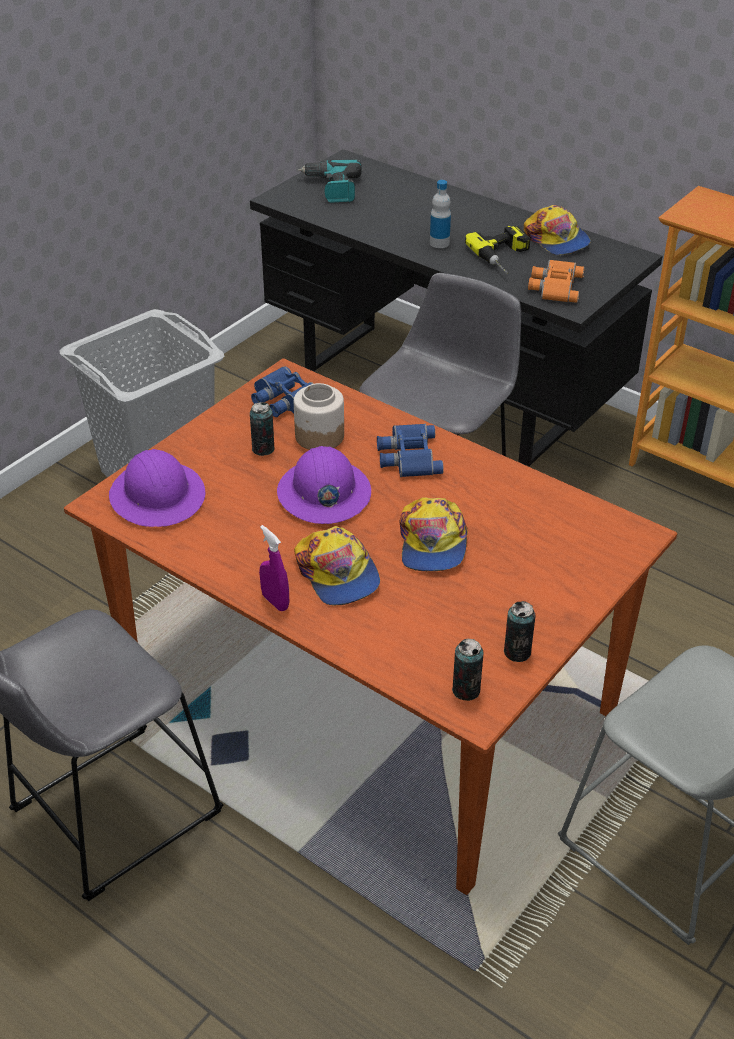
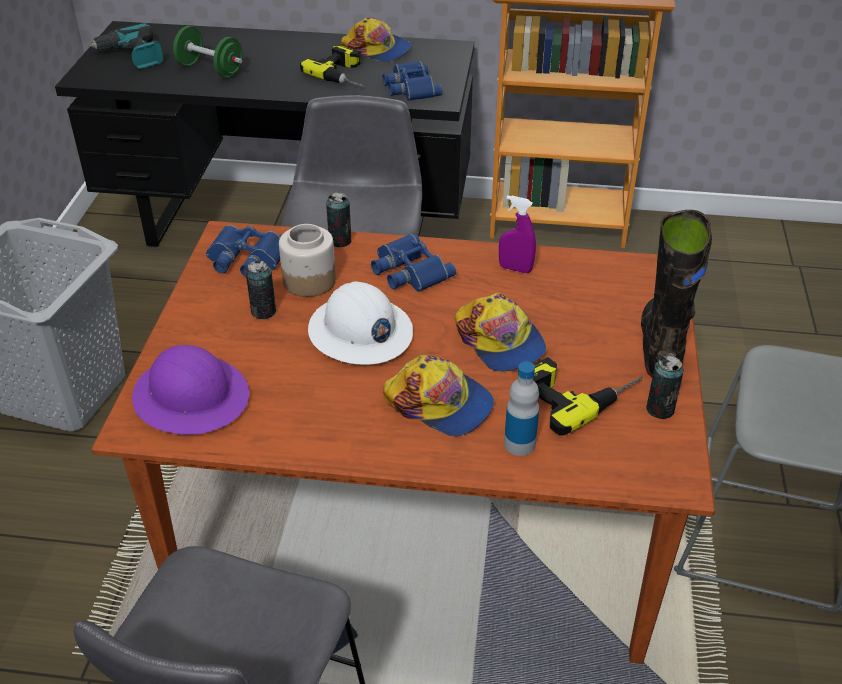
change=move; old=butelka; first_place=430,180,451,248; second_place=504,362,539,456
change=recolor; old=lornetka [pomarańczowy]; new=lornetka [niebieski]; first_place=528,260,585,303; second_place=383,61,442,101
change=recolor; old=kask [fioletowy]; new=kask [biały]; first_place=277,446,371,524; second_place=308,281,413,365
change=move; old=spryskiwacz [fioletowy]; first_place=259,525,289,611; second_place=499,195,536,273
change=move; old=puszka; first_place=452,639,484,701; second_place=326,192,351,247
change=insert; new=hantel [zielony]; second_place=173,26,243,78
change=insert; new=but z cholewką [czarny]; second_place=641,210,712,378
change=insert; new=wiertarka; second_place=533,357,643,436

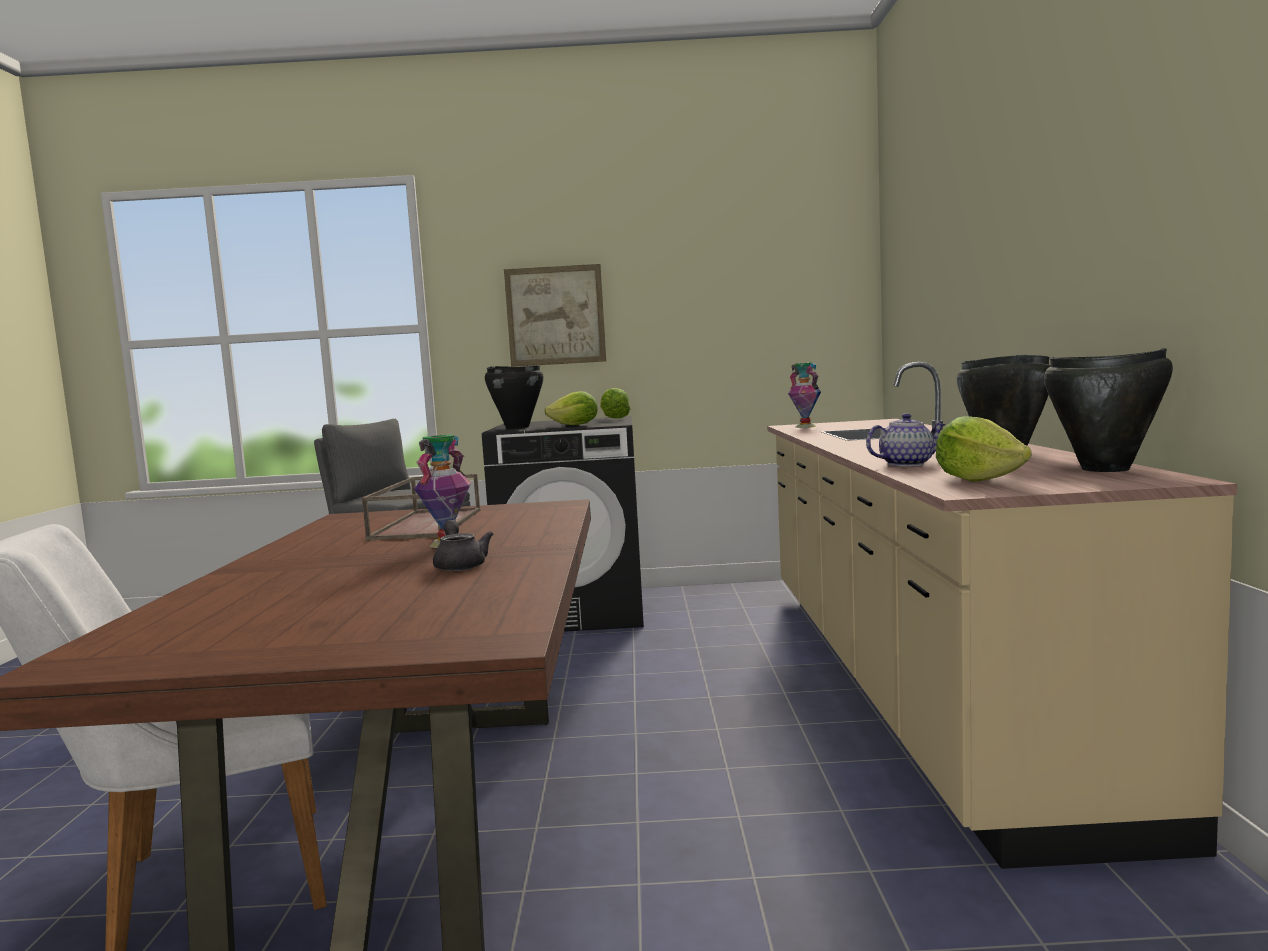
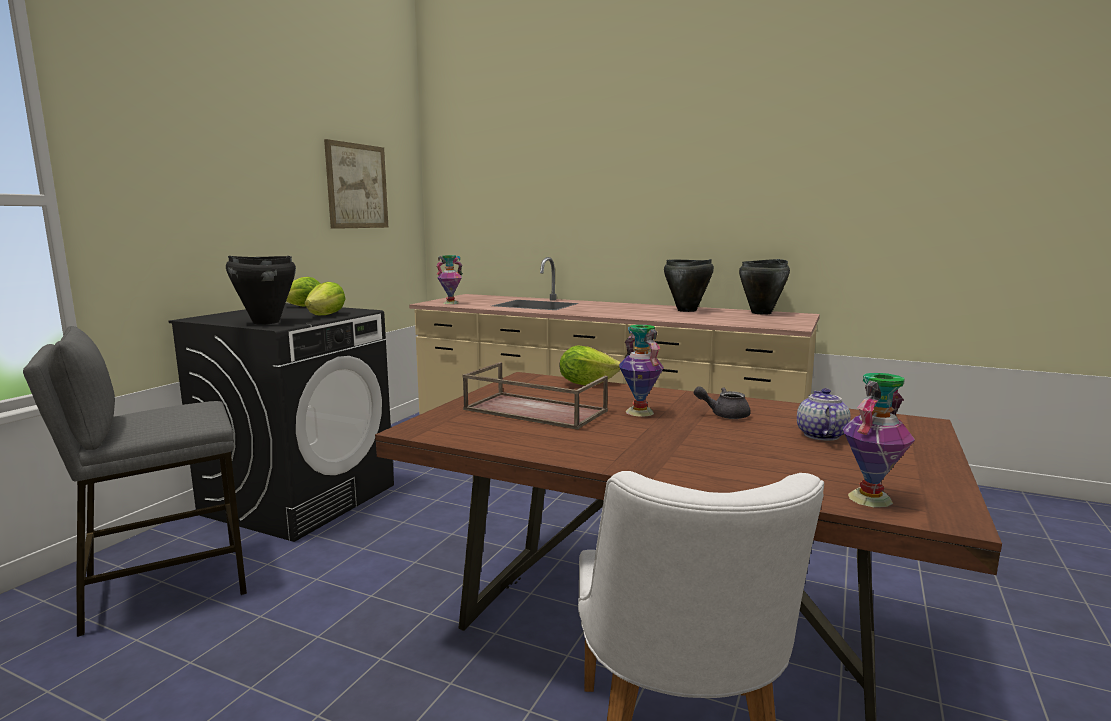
change=move; old=obraz; first_place=504,264,606,367; second_place=324,139,388,229
change=move; old=imbryk; first_place=866,413,945,467; second_place=797,388,851,441
change=move; old=sałata; first_place=936,416,1031,482; second_place=560,345,620,385
change=insert; new=wazon; second_place=842,373,915,508

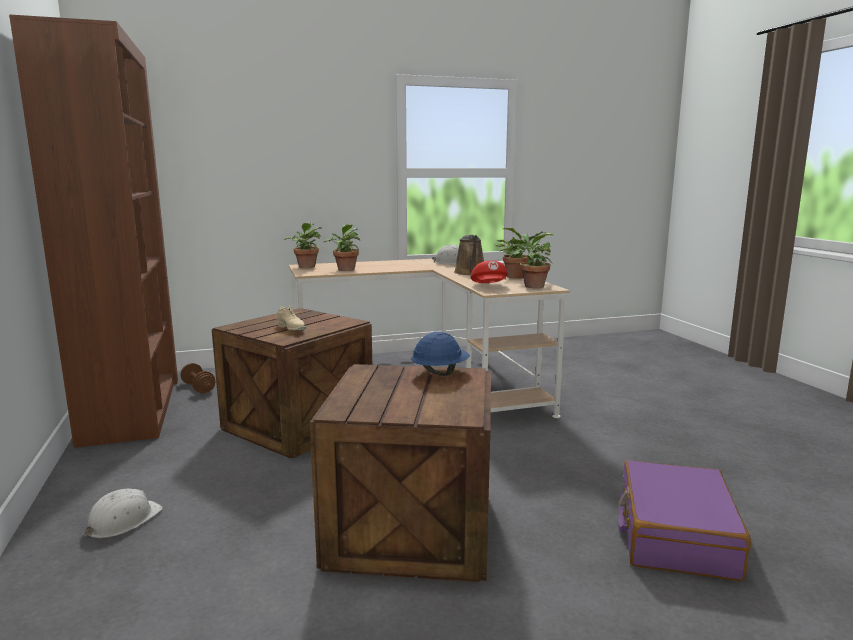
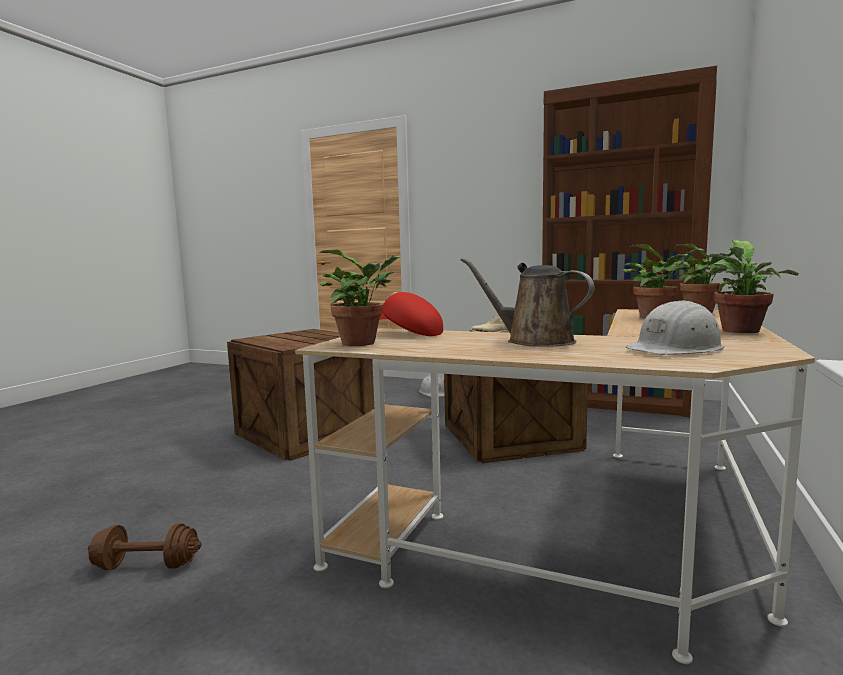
change=move; old=roślina doniczkowa; first_place=496,228,546,279; second_place=708,240,799,333
change=delete; old=kask [niebieski]; first_place=411,331,470,376
change=move; old=hantel [brązowy]; first_place=180,363,215,393; second_place=88,524,202,570
change=delete; old=walizka [fioletowy]; first_place=619,460,751,581

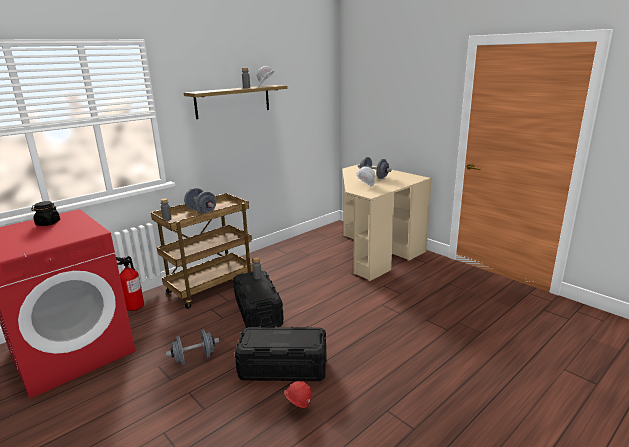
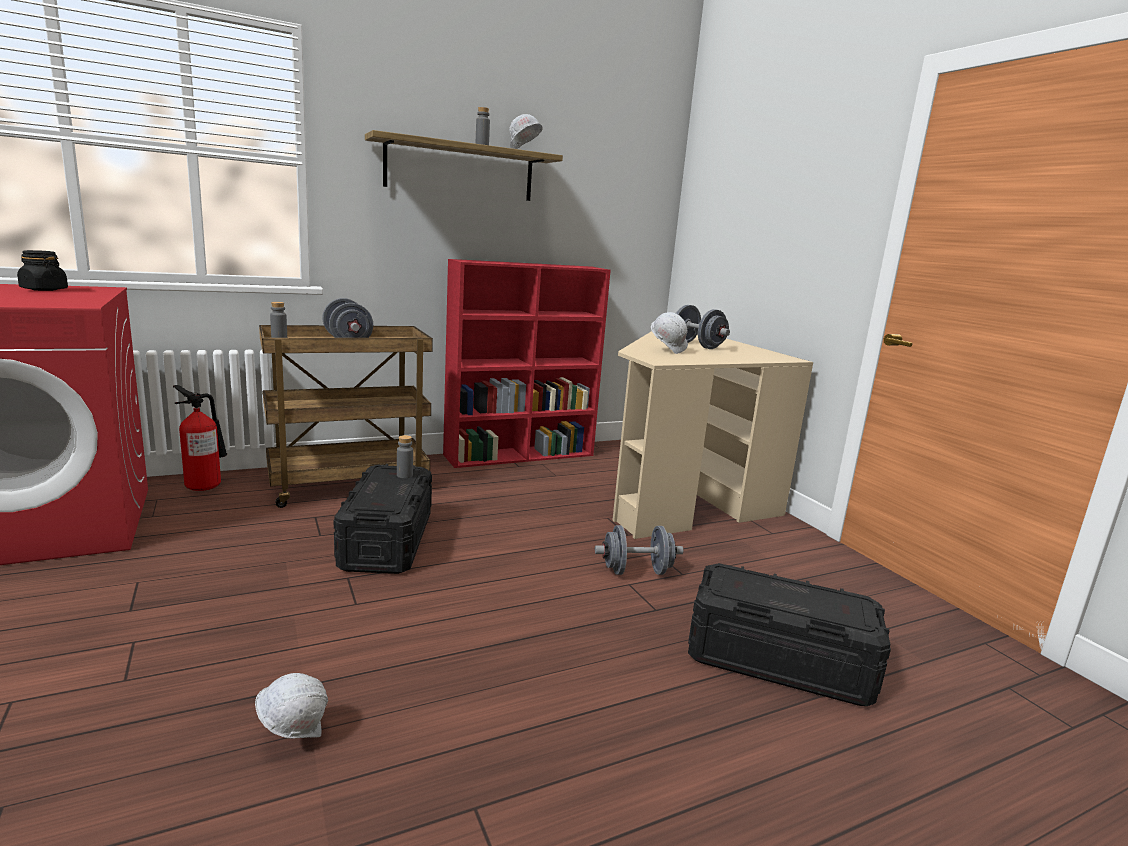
change=move; old=pojemnik do przechowywania [czarny]; first_place=235,326,327,381; second_place=688,563,891,706
change=move; old=hantel [szary]; first_place=166,329,219,365; second_place=595,525,683,575
change=recolor; old=kask [czerwony]; new=kask [biały]; first_place=284,381,312,408; second_place=255,673,328,739
change=insert; new=regał [czerwony]; second_place=443,259,611,468

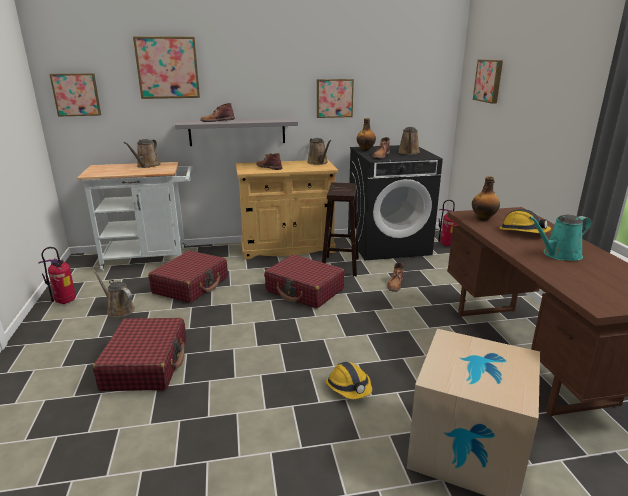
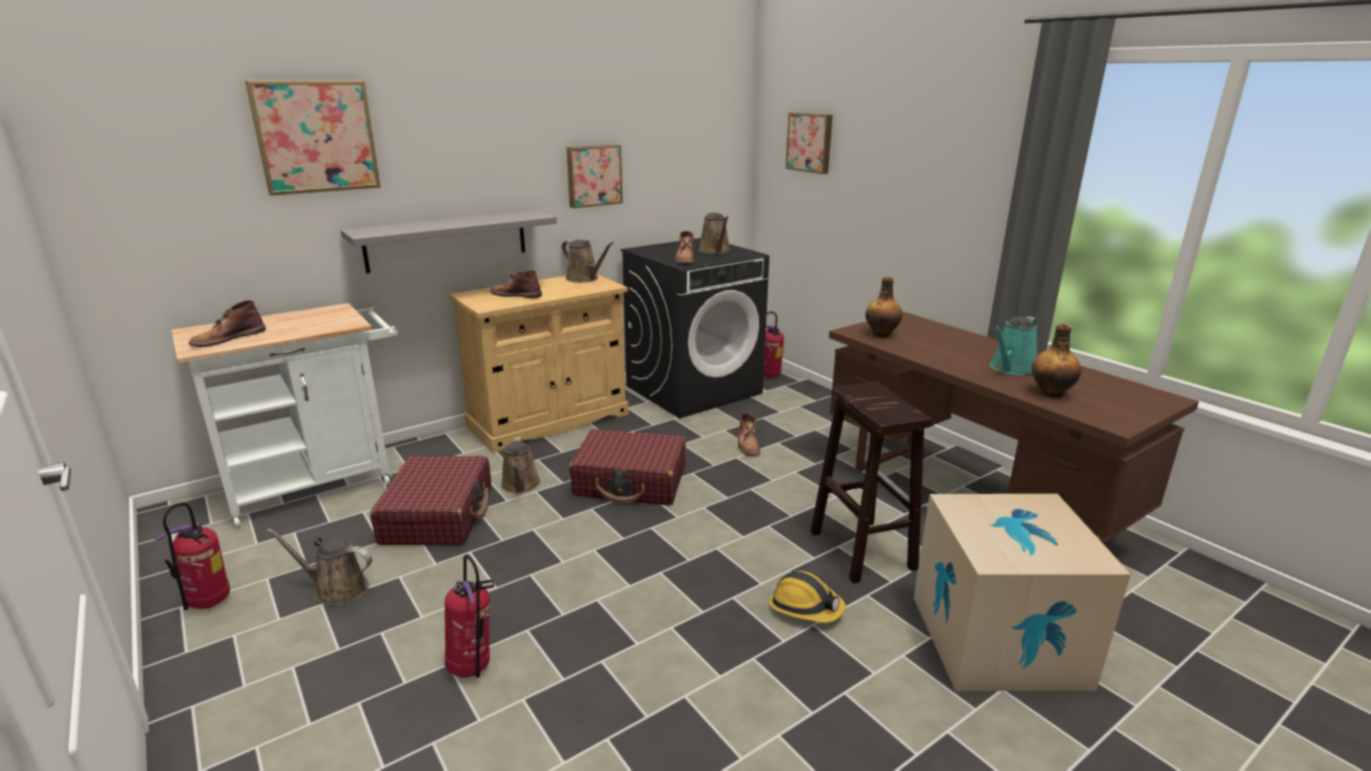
change=delete; old=obraz; first_place=49,73,101,117
change=move; old=but z cholewką [brązowy]; first_place=200,103,235,122; second_place=189,300,266,347
change=move; old=butelka; first_place=357,118,376,151; second_place=1031,324,1081,397
change=move; old=konewka [brązowy]; first_place=123,139,160,168; second_place=501,437,541,493
change=move; old=stołek [brązowy]; first_place=322,183,359,276; second_place=810,382,932,584
change=delete; old=kask; first_place=499,209,551,233
change=replace; old=walizka [czerwony]; new=gaśnica; first_place=93,318,186,391; second_place=445,554,494,678

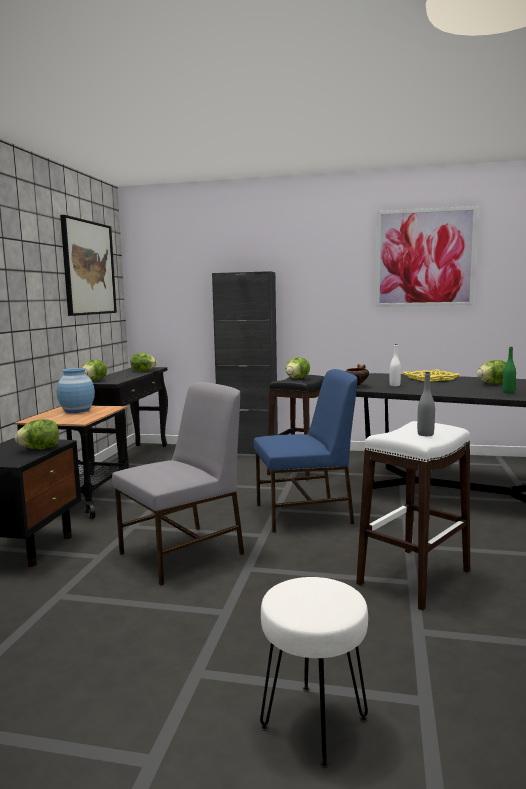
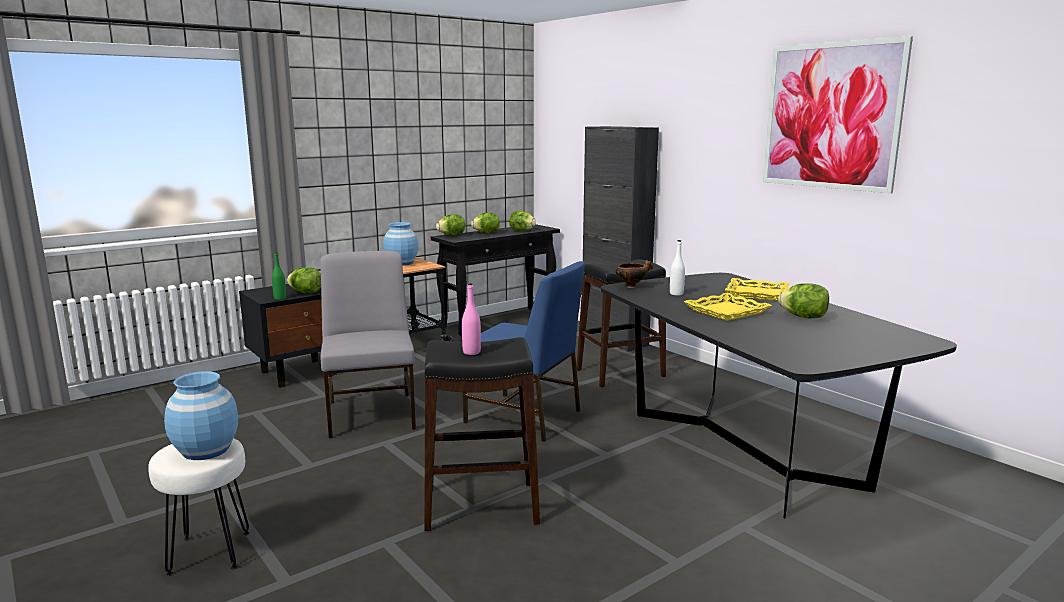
change=delete; old=obraz; first_place=60,215,117,316
change=move; old=butelka [zielony]; first_place=502,347,516,393; second_place=272,252,286,300
change=move; old=sałata; first_place=286,357,310,379; second_place=471,212,500,233
change=recolor; old=butelka [szary]; new=butelka [różowy]; first_place=417,372,435,436; second_place=462,283,481,355
change=rotate; old=krzesło [szary]; first_place=112,382,244,585; second_place=320,251,416,438; degrees=-105
change=recolor; old=stołek [biały]; new=stołek [czarny]; first_place=356,421,470,611; second_place=424,337,540,531
change=insert; new=taca [żółty]; second_place=684,293,772,321
change=insert; new=wazon [niebieski]; second_place=164,371,238,460

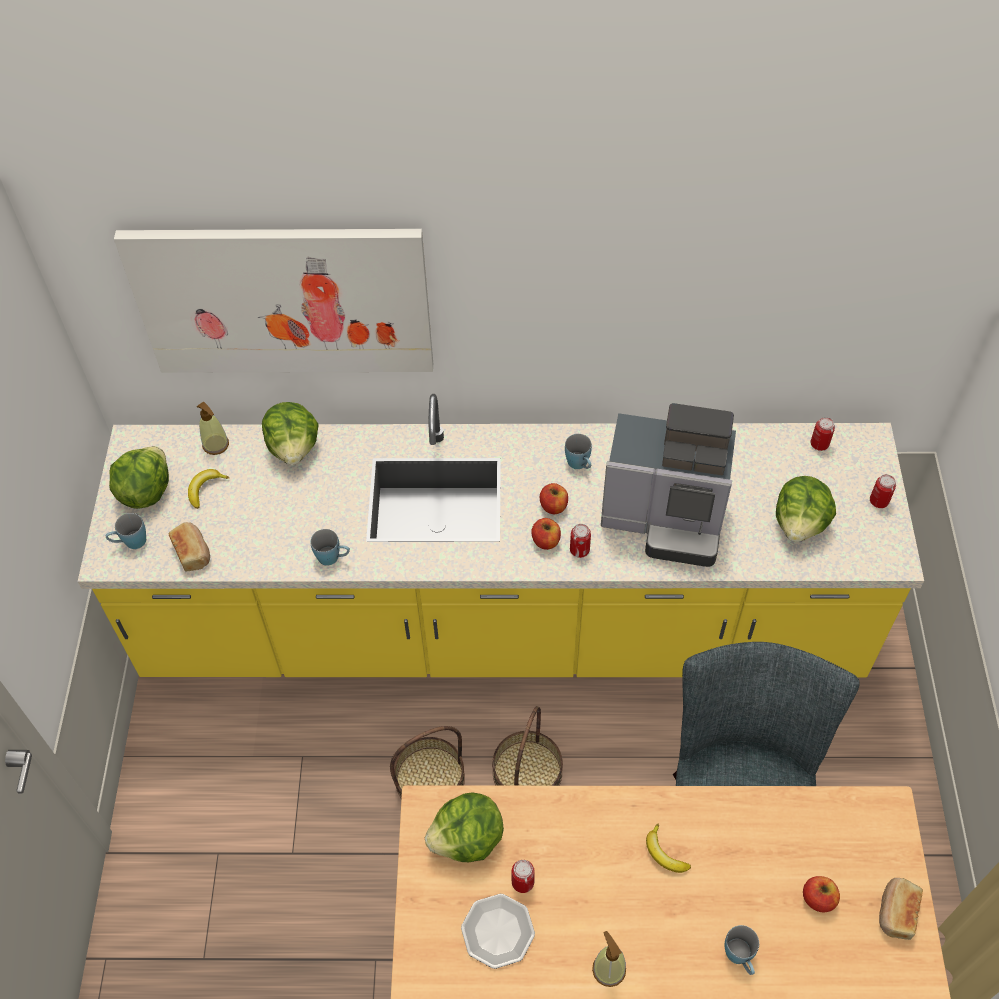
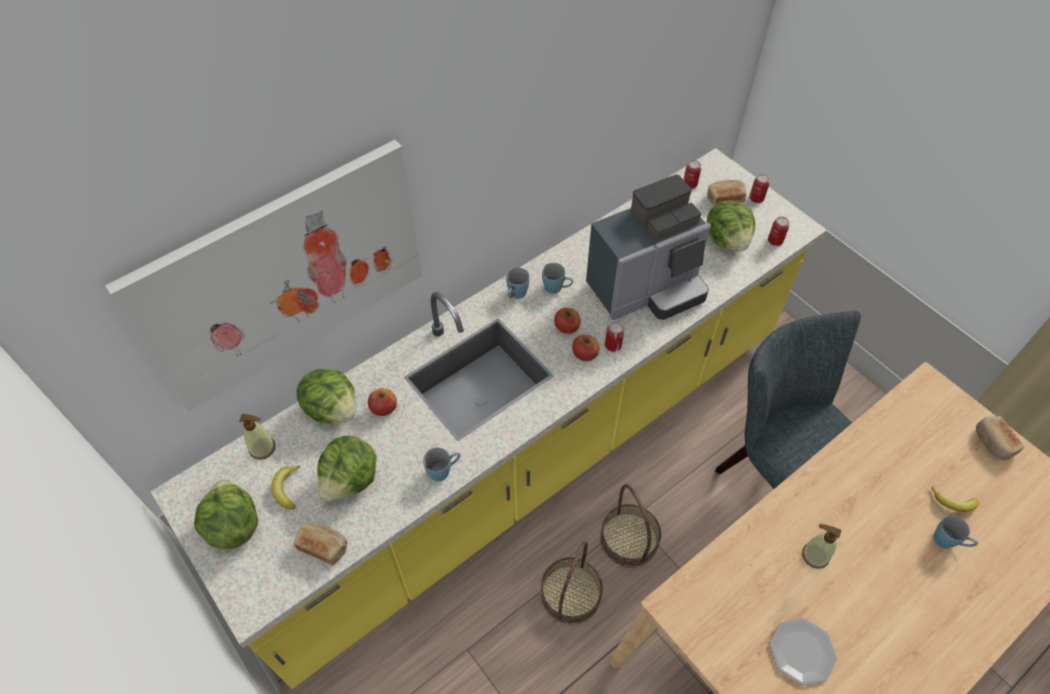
change=move; old=kubek [niebieski]; first_place=106,513,146,549; second_place=506,267,530,299
change=move; old=sałata; first_place=425,792,504,862; second_place=317,435,377,501
change=move; old=banan; first_place=646,824,691,873; second_place=931,486,979,512
change=move; old=puszka; first_place=512,860,535,893; second_place=768,217,789,246
change=move; old=jabłko; first_place=803,876,840,912; second_place=368,388,397,416
change=move; old=dozownik mydła; first_place=592,931,626,987; second_place=802,524,842,569
change=insert; new=chleb; second_place=707,180,746,206

